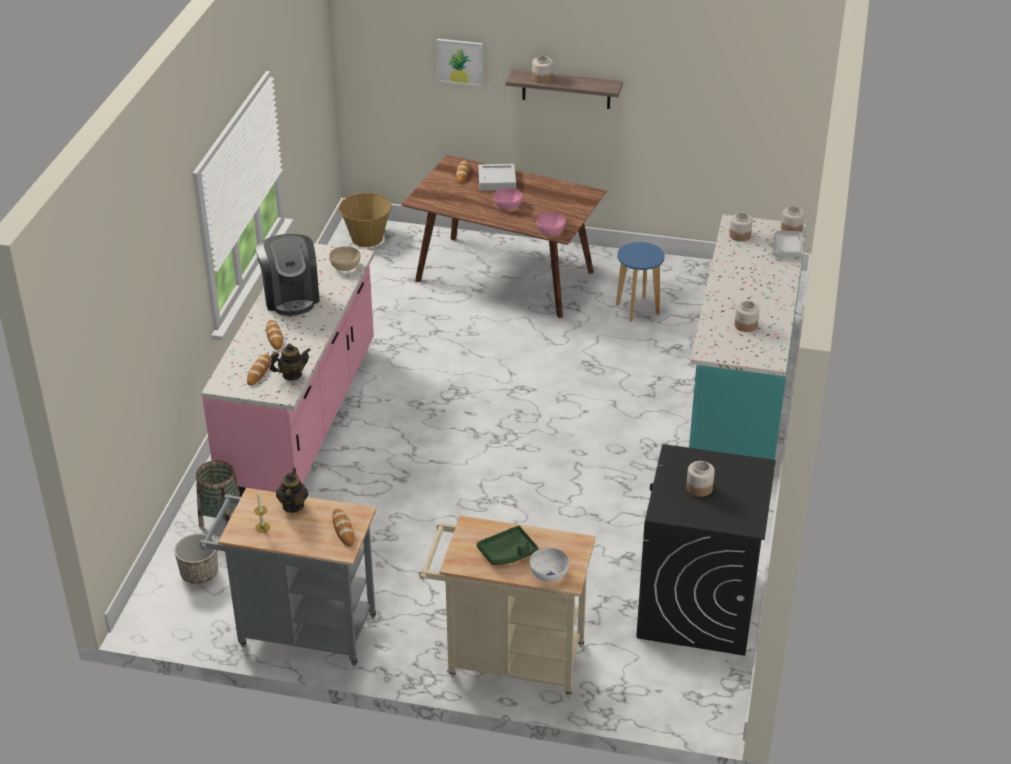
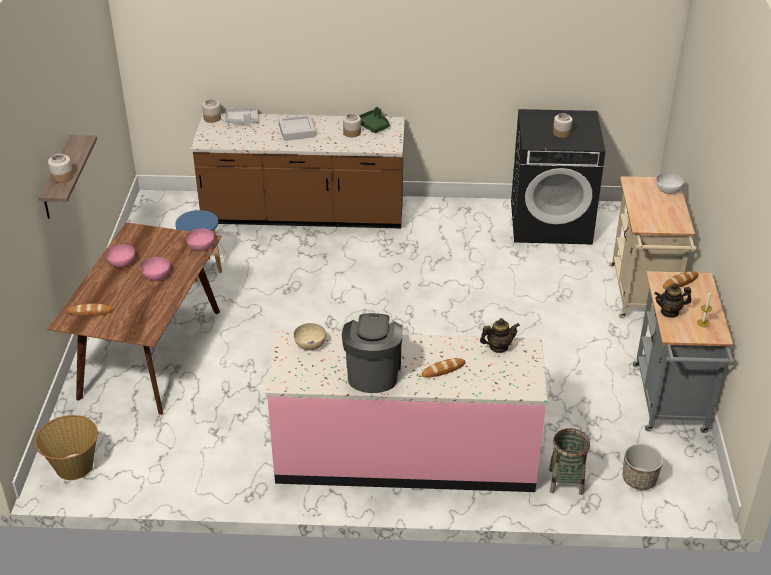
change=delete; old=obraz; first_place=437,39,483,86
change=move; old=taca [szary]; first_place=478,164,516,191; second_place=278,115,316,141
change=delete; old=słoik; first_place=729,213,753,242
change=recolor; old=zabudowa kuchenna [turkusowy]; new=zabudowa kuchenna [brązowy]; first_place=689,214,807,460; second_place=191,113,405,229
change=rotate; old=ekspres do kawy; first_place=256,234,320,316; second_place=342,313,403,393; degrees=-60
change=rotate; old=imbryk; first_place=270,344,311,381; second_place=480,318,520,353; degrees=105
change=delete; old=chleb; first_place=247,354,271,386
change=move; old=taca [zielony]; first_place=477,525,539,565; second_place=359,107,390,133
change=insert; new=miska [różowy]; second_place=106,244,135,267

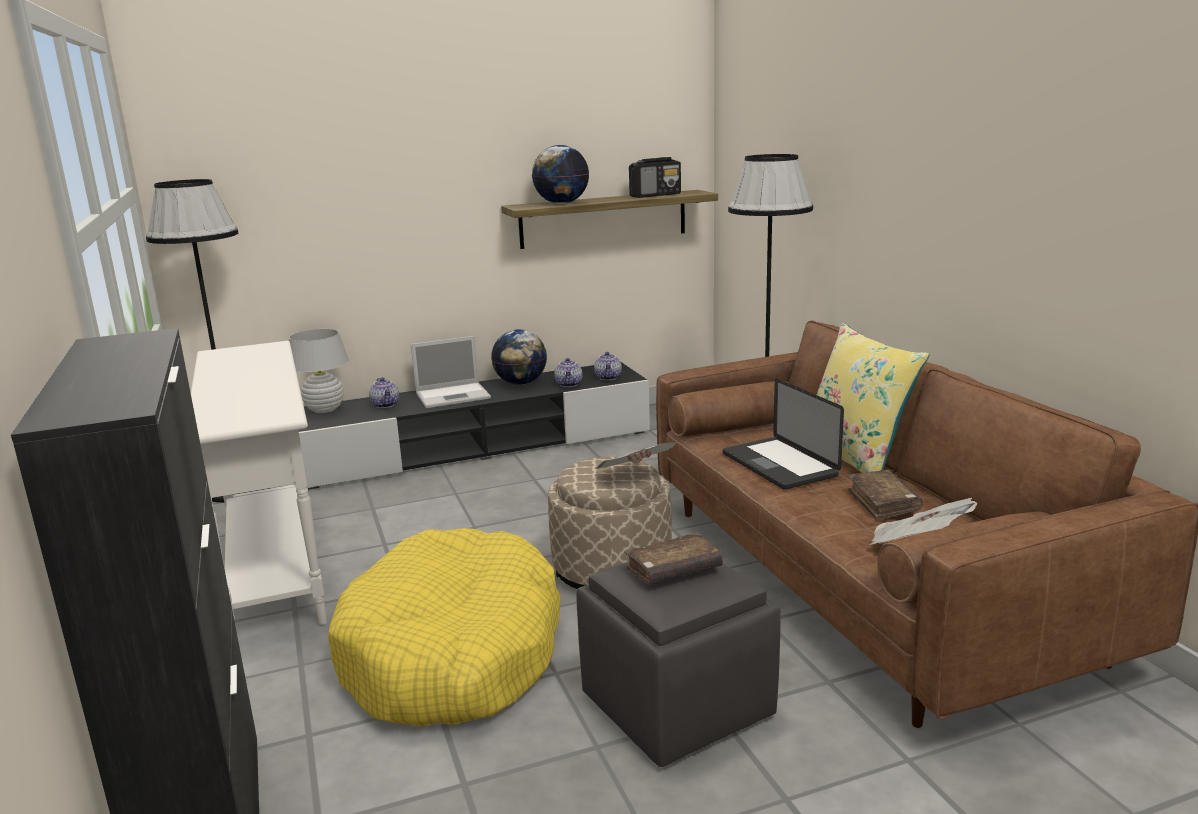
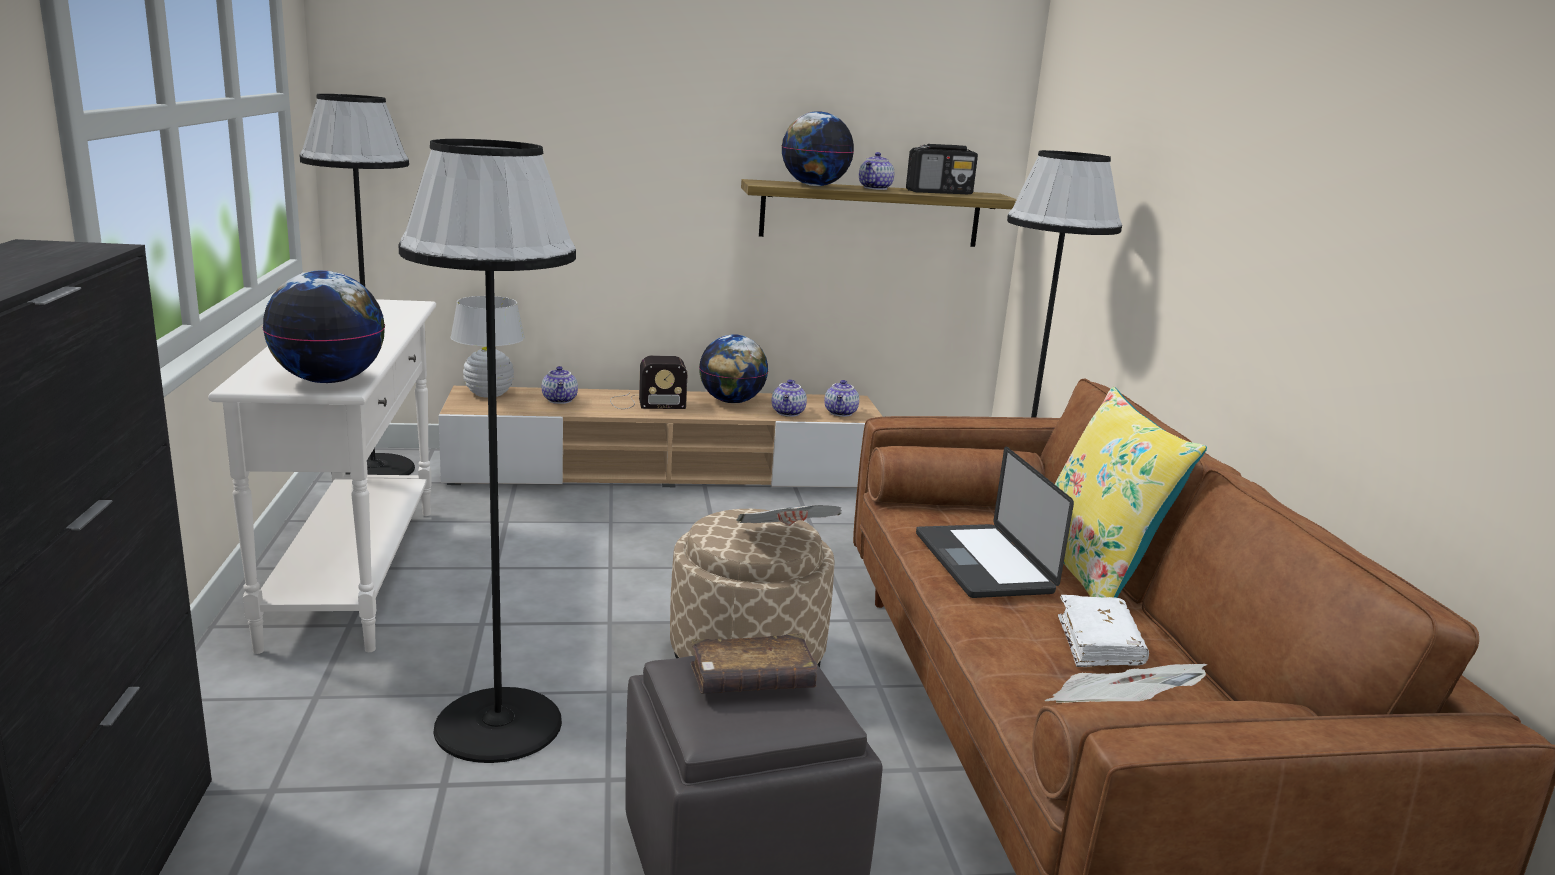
change=replace; old=laptop; new=radio; first_place=411,336,491,408; second_place=610,355,687,409
change=recolor; old=szafka pod telewizor [czarny]; new=szafka pod telewizor [beżowy]; first_place=298,362,650,490; second_place=438,386,883,487
change=recolor; old=książka [brązowy]; new=książka [biały]; first_place=848,470,923,520; second_place=1058,595,1149,667
change=replace; old=legowisko [żółty]; new=lampa stojąca [czarny]; first_place=328,528,560,727; second_place=398,139,576,763
change=insert; new=imbryk; second_place=859,152,894,190
change=insert; new=globus; second_place=263,270,385,383

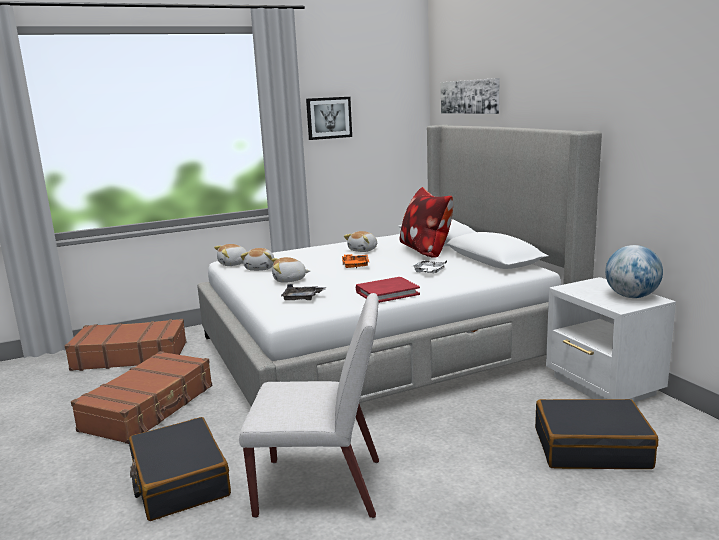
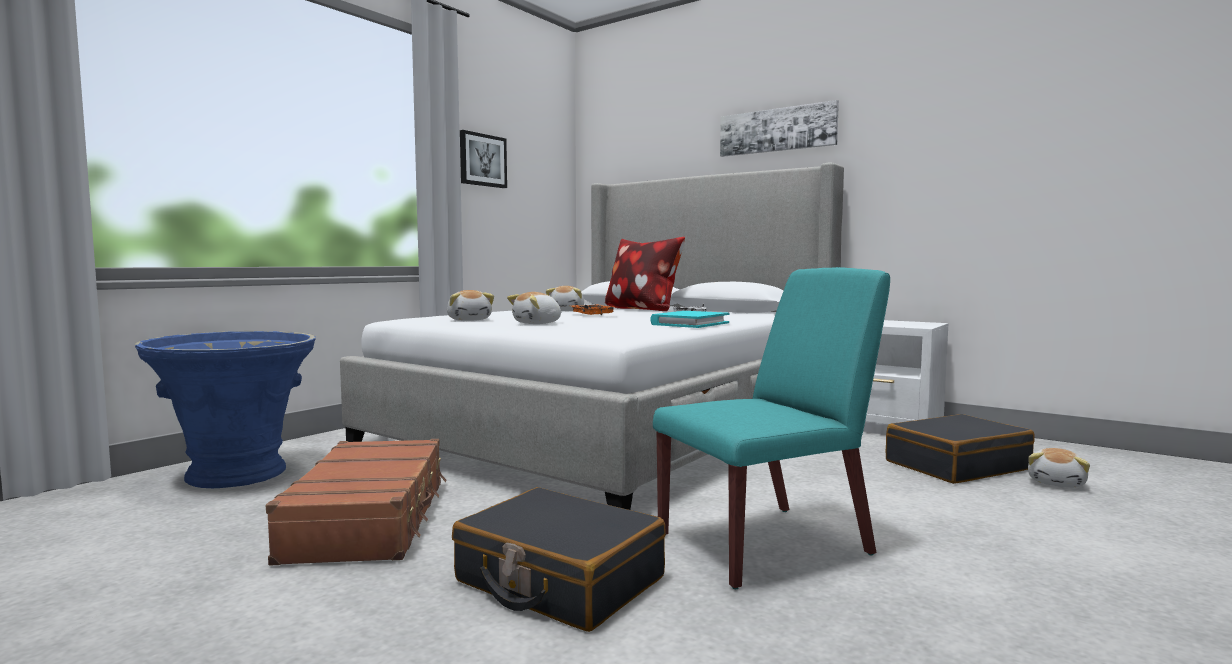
change=move; old=obraz; first_place=441,78,500,114; second_place=720,100,839,157
change=move; old=pluszak; first_place=214,244,247,266; second_place=1028,448,1090,488
change=delete; old=globus; first_place=605,245,663,298
change=recolor; old=książka [czerwony]; new=książka [turkusowy]; first_place=356,277,420,303; second_place=650,311,729,328
change=delete; old=taca [szary]; first_place=281,284,326,300
change=recolor; old=krzesło [biały]; new=krzesło [turkusowy]; first_place=239,293,379,518; second_place=653,267,890,589
change=replace; old=walizka [brązowy]; new=donica [niebieski]; first_place=65,319,187,371; second_place=135,331,316,488

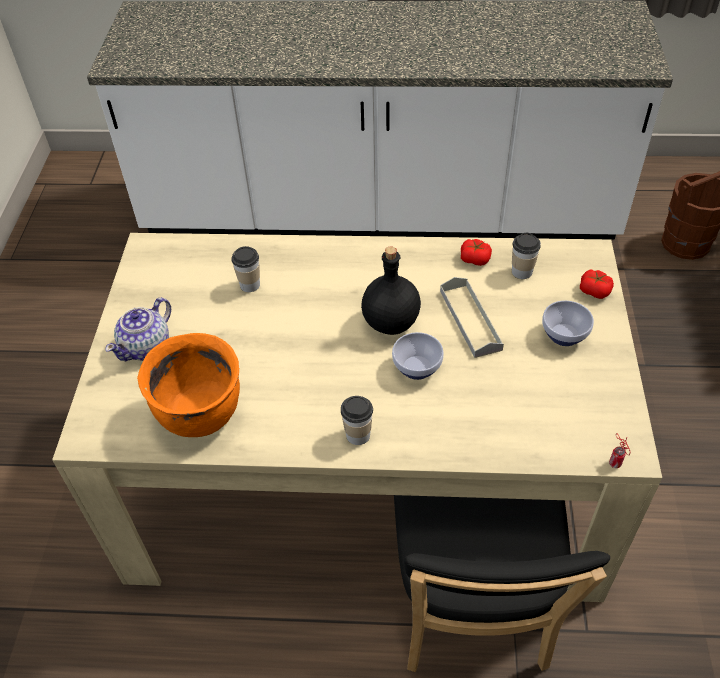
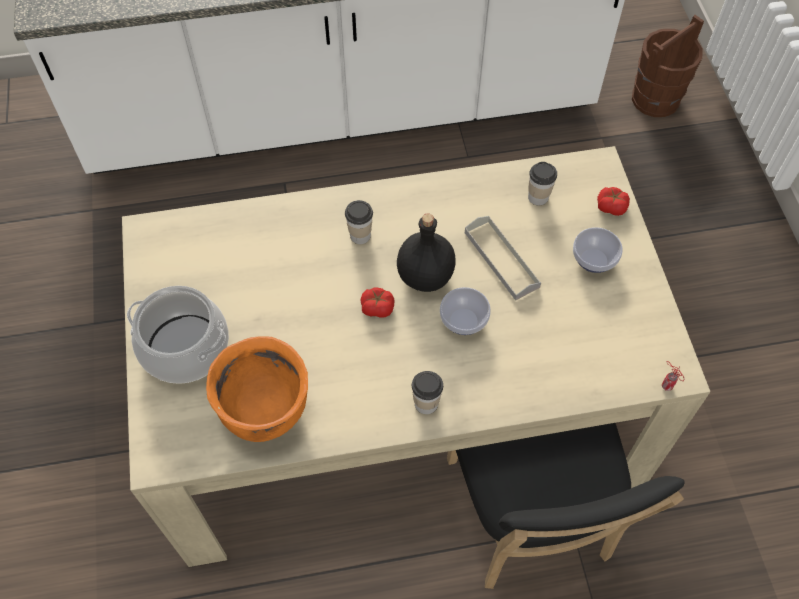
change=move; old=pomidor; first_place=461,239,492,266; second_place=360,287,394,318
change=move; old=filiżanka; first_place=231,246,260,292; second_place=345,200,373,244
change=replace; old=imbryk; new=garnek; first_place=105,298,171,361; second_place=127,286,229,384

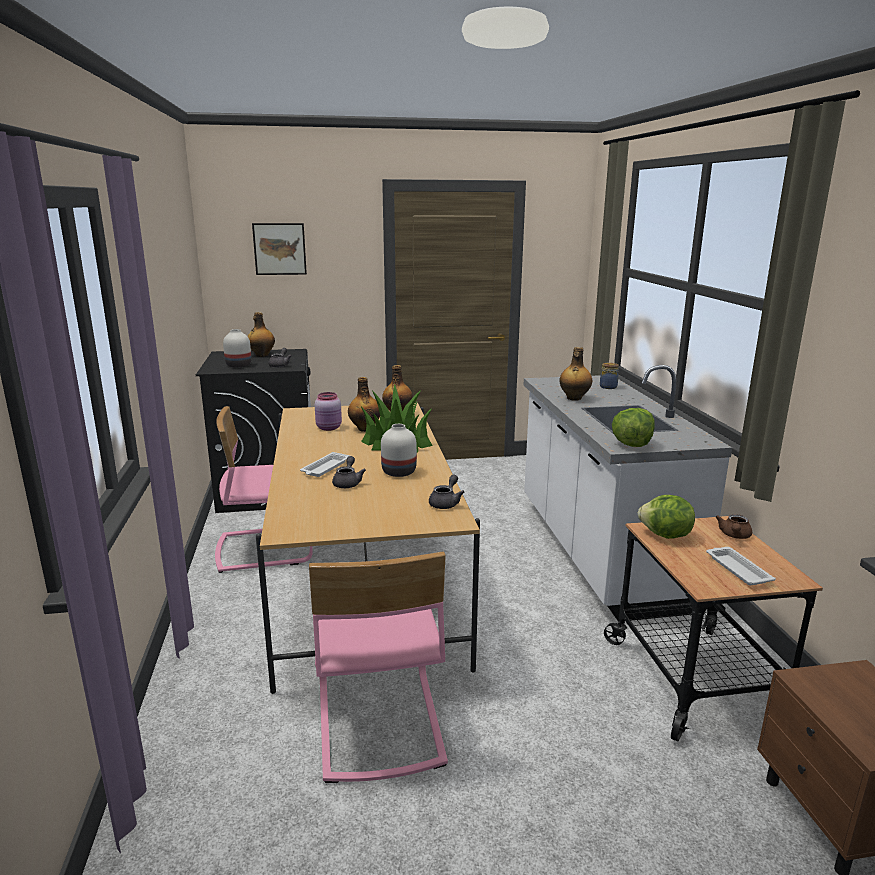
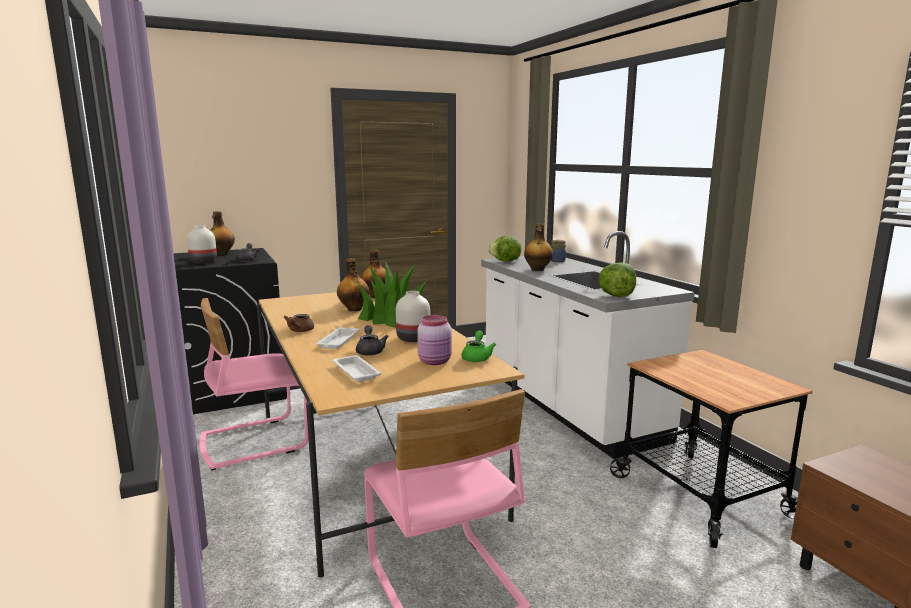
change=delete; old=obraz; first_place=252,223,307,275
change=move; old=słoik [różowy]; first_place=315,392,342,431; second_place=417,315,452,365
change=recolor; old=imbryk [szary]; new=imbryk [zielony]; first_place=429,475,464,509; second_place=461,331,496,362
change=move; old=sałata; first_place=637,495,695,539; second_place=488,236,521,262
change=move; old=imbryk [brązowy]; first_place=716,514,752,539; second_place=283,314,314,332
change=move; old=taca [biały]; first_place=706,547,776,585; second_place=333,355,381,382

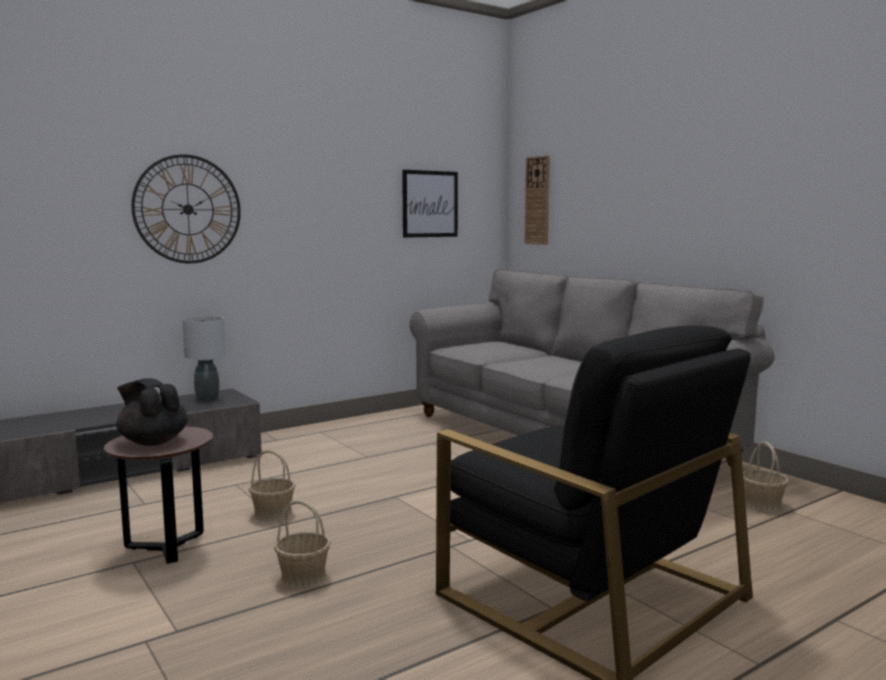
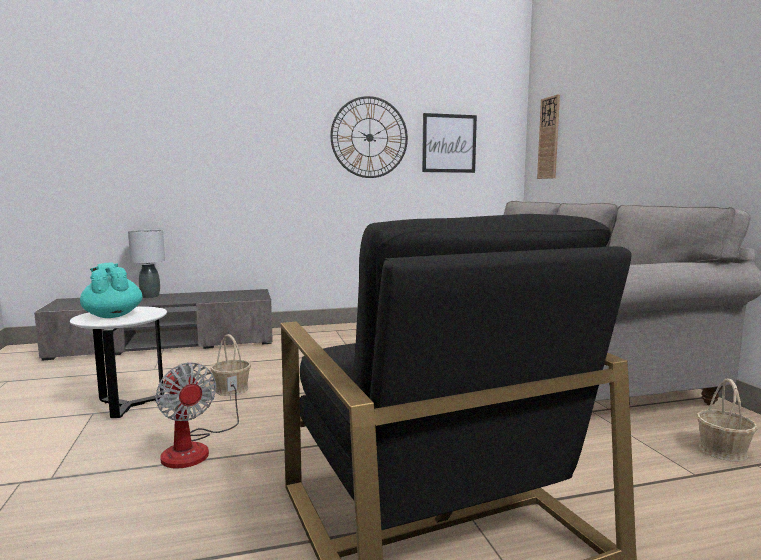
change=move; old=zegar ścienny; first_place=131,154,241,263; second_place=330,96,408,178
change=move; old=lampa stołowa [szary]; first_place=182,316,226,402; second_place=128,230,165,298
change=recolor; old=imbryk [czarny]; new=imbryk [turkusowy]; first_place=116,378,188,446; second_place=80,262,142,318
change=recolor; old=stolik [brązowy]; new=stolik [biały]; first_place=104,427,213,564; second_place=70,307,167,418
change=replace; old=koszyk; new=wentylator; first_place=274,500,331,588; second_place=155,363,239,469

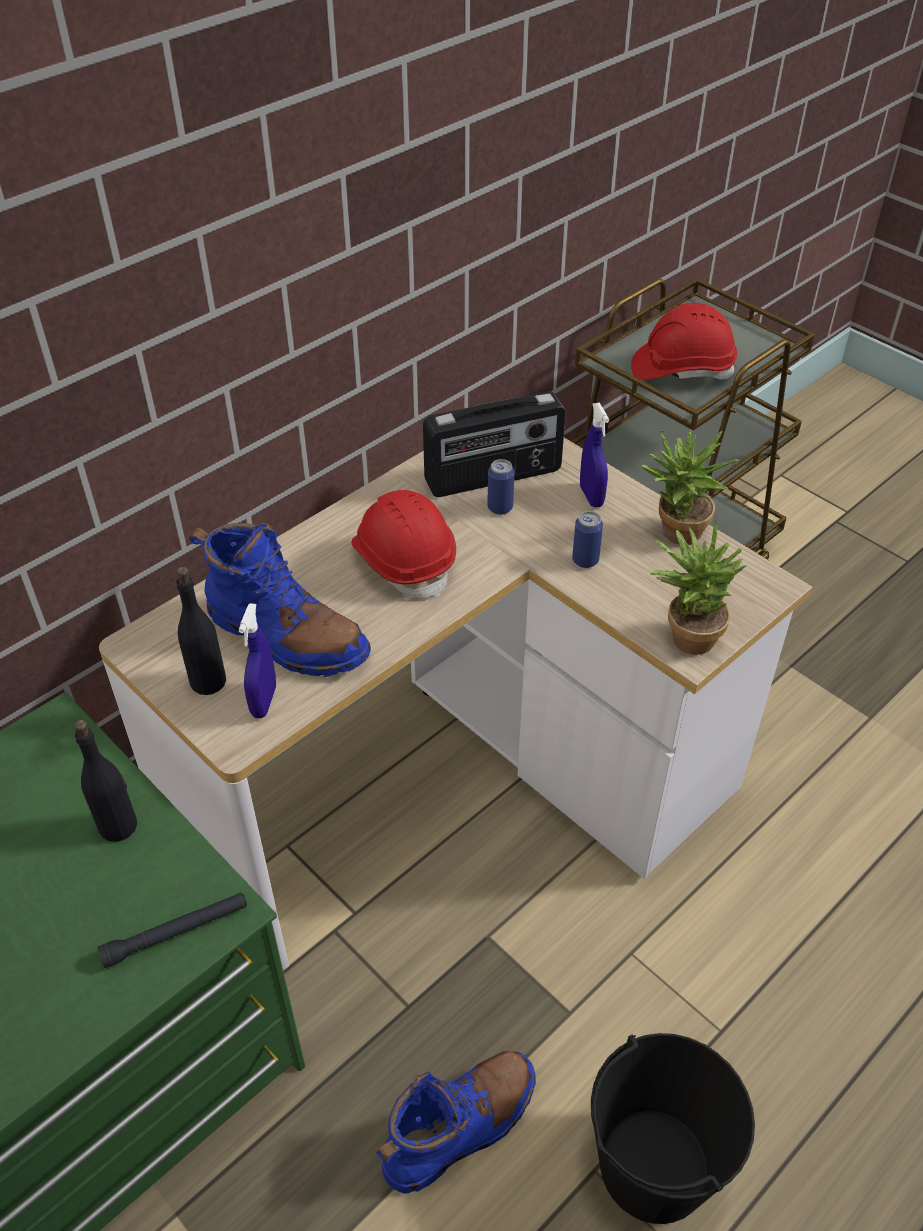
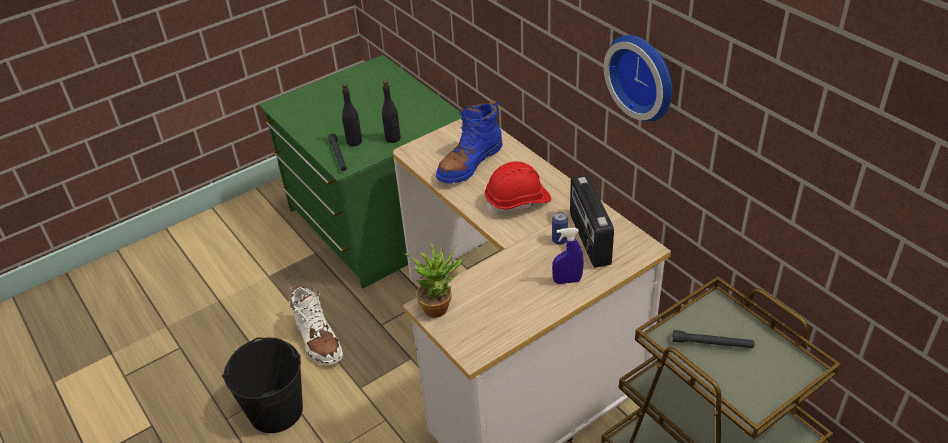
change=replace; old=kask [czerwony]; new=latarka [czarny]; first_place=631,303,737,380; second_place=672,330,754,348
change=delete; old=roślina doniczkowa; first_place=641,429,740,545
change=delete; old=puszka; first_place=572,511,603,568
change=move; old=butelka [czarny]; first_place=176,567,226,695; second_place=342,84,362,146
change=delete; old=spryskiwacz [niebieski]; first_place=239,603,276,719
change=recolor; old=but z cholewką [niebieski]; new=but z cholewką [biały]; first_place=376,1051,536,1194; second_place=289,283,343,365
change=insert; new=zegar ścienny; second_place=604,35,672,121

